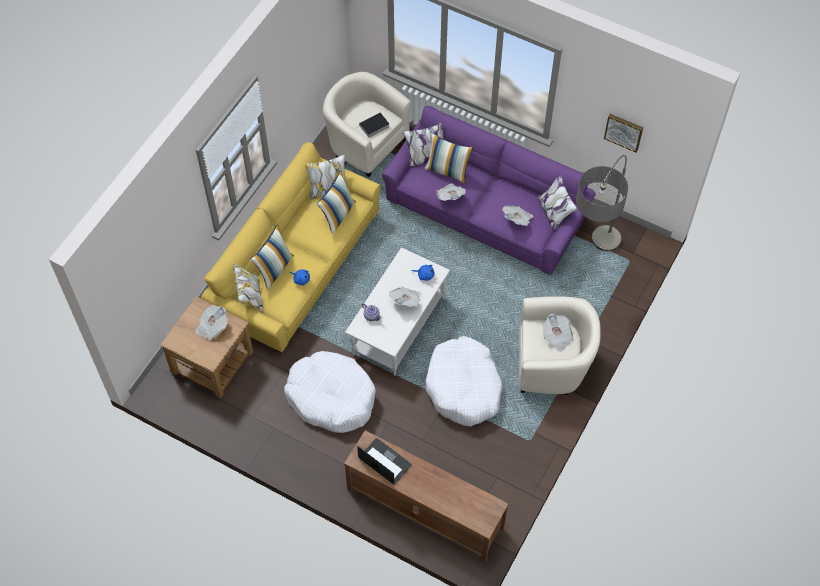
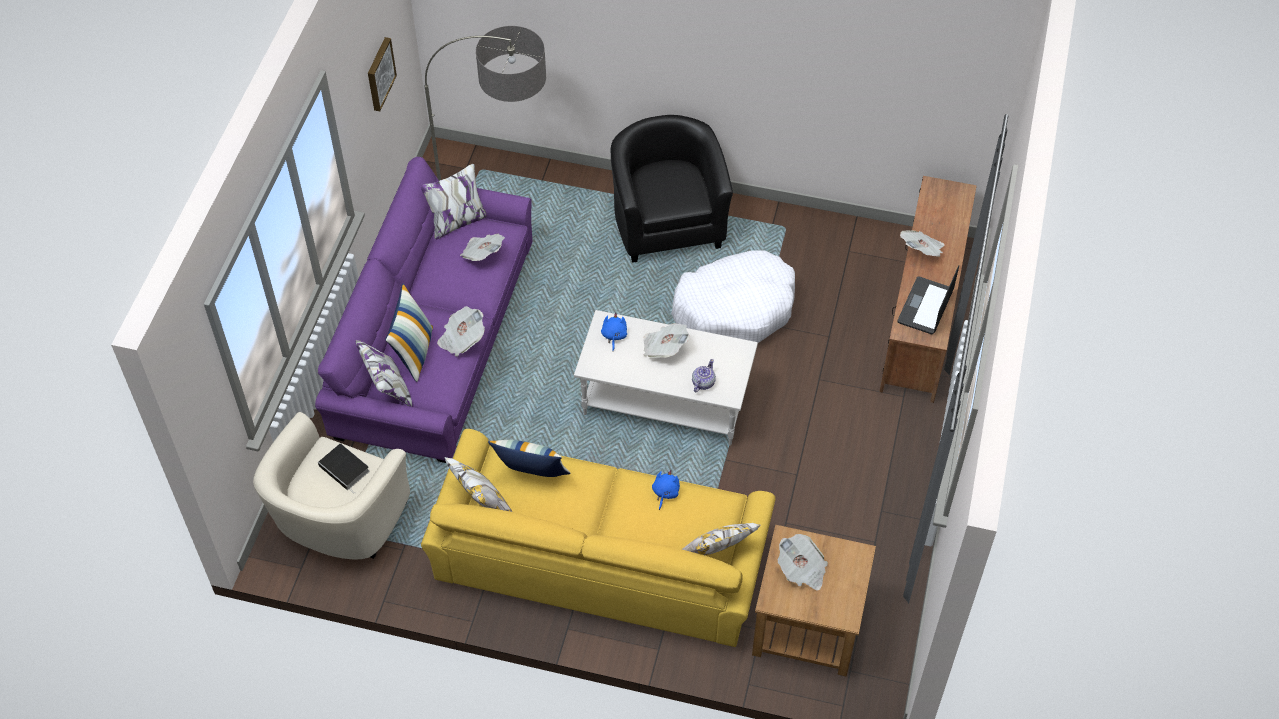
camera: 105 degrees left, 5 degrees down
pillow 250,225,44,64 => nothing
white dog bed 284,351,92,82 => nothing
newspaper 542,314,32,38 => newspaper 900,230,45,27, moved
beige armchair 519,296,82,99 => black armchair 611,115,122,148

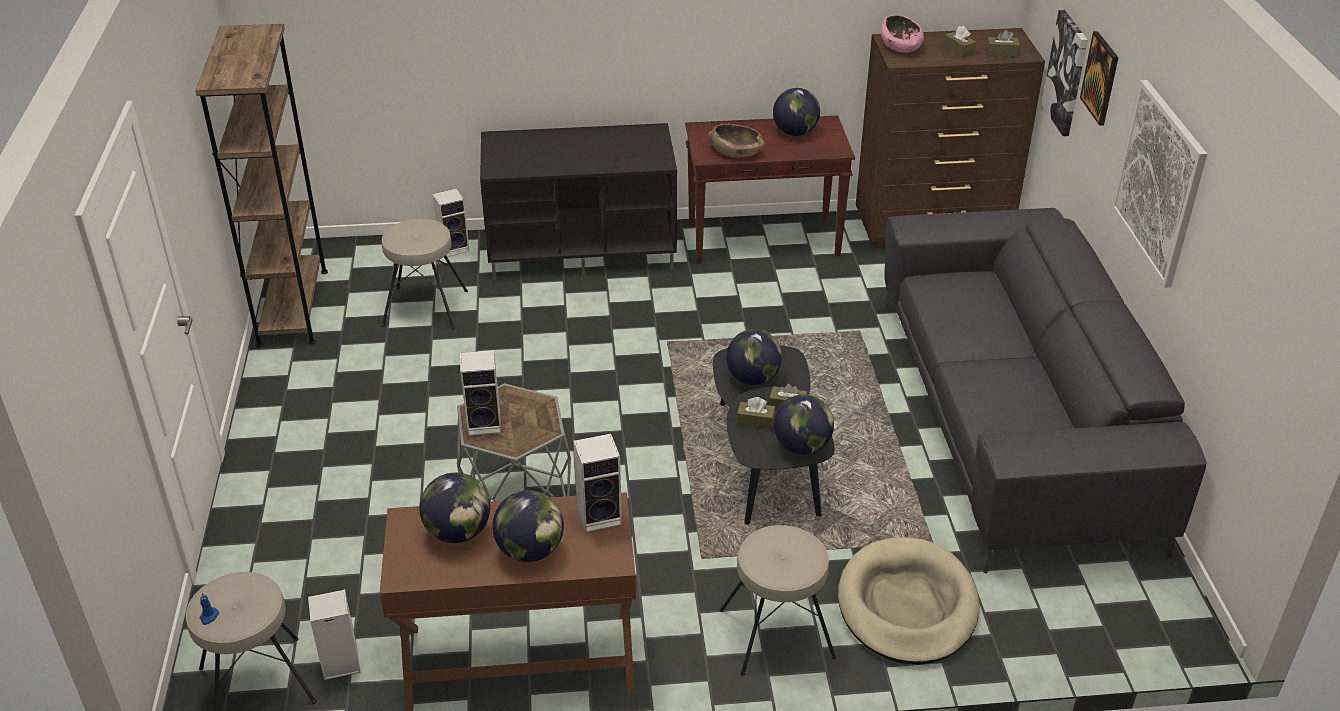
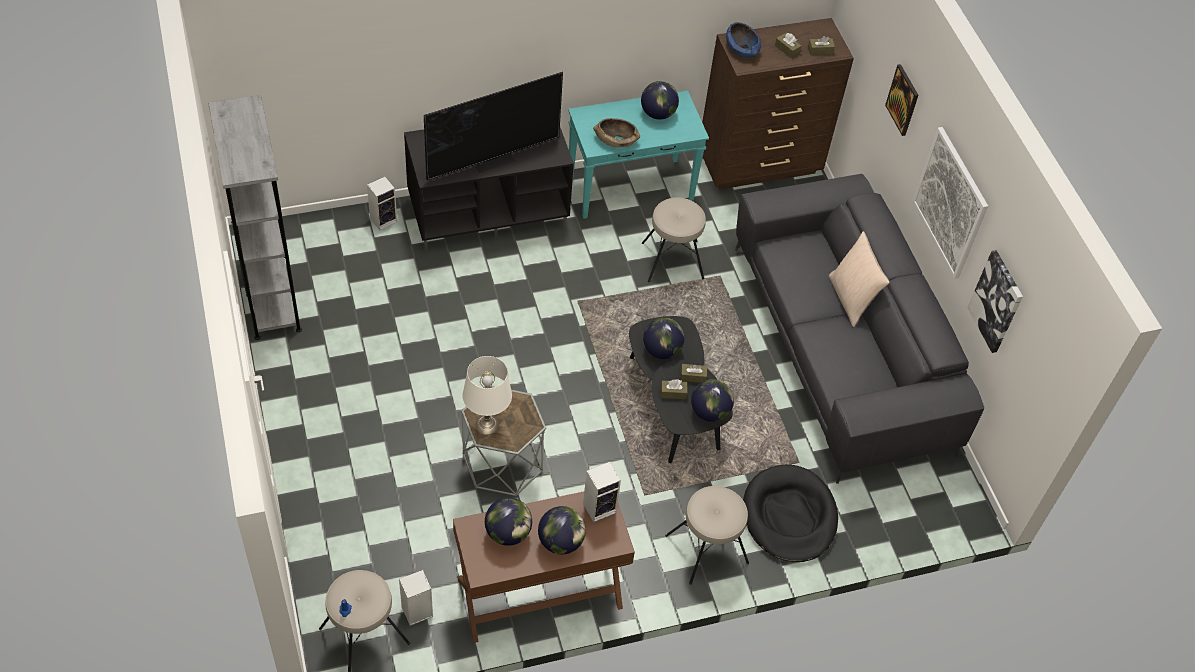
camera: 15 degrees left, 15 degrees up
nothing => television 424,71,139,109
nothing => beige pillow 829,231,61,96
beige stool 382,219,86,111 => beige stool 642,197,64,85, moved
picture 1041,10,47,126 => picture 967,250,56,103, moved
speaker 460,350,41,86 => white table lamp 462,356,50,79
brown bookcase 195,24,133,324 => grey bookcase 208,95,94,245
brown console table 685,115,170,149 => turquoise console table 568,91,141,128
beige dog bed 838,537,141,128 => black dog bed 743,465,95,97
pink bowl 881,15,43,38 => blue bowl 726,22,35,36

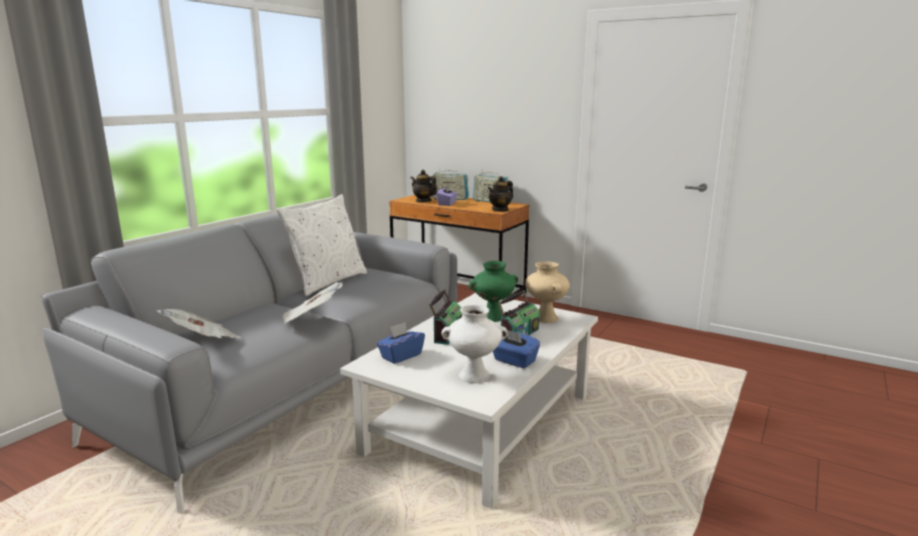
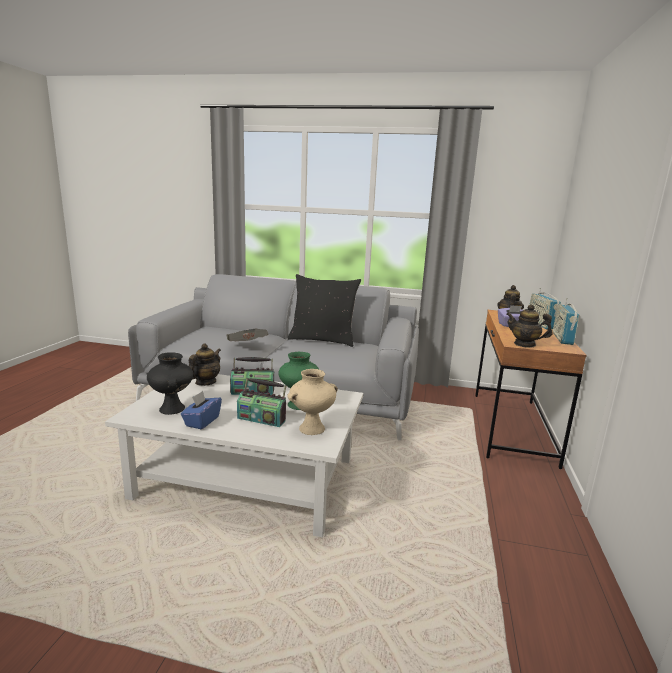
camera: 70 degrees right, 0 degrees up
newspaper 156,309,85,29 => nothing
blue tissue box 377,322,48,42 => teapot 189,343,32,43
white pillow 276,194,91,102 => black pillow 288,274,73,73
white vase 442,305,65,78 => black vase 147,352,46,63

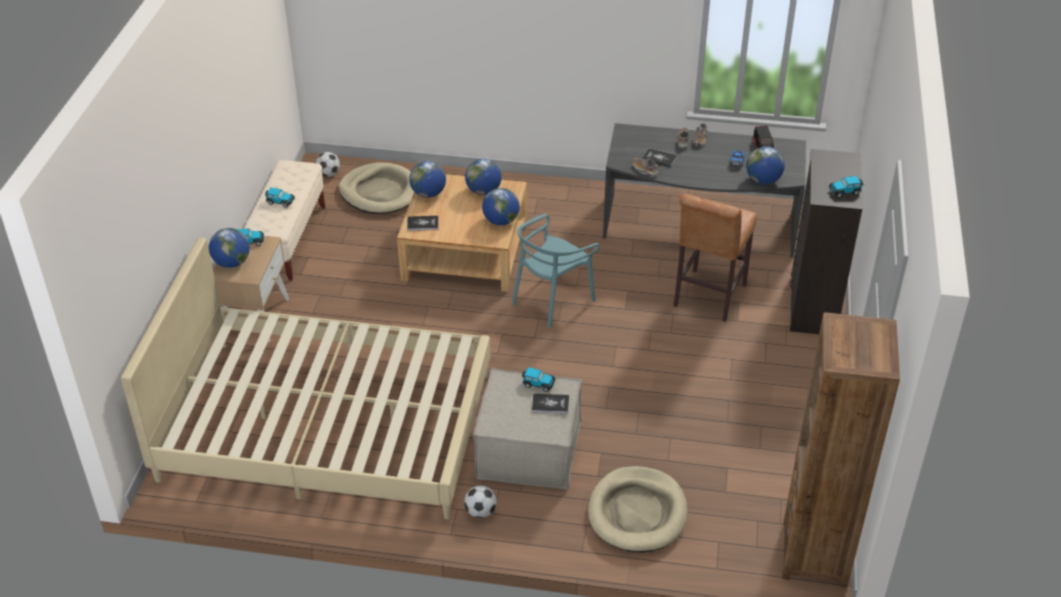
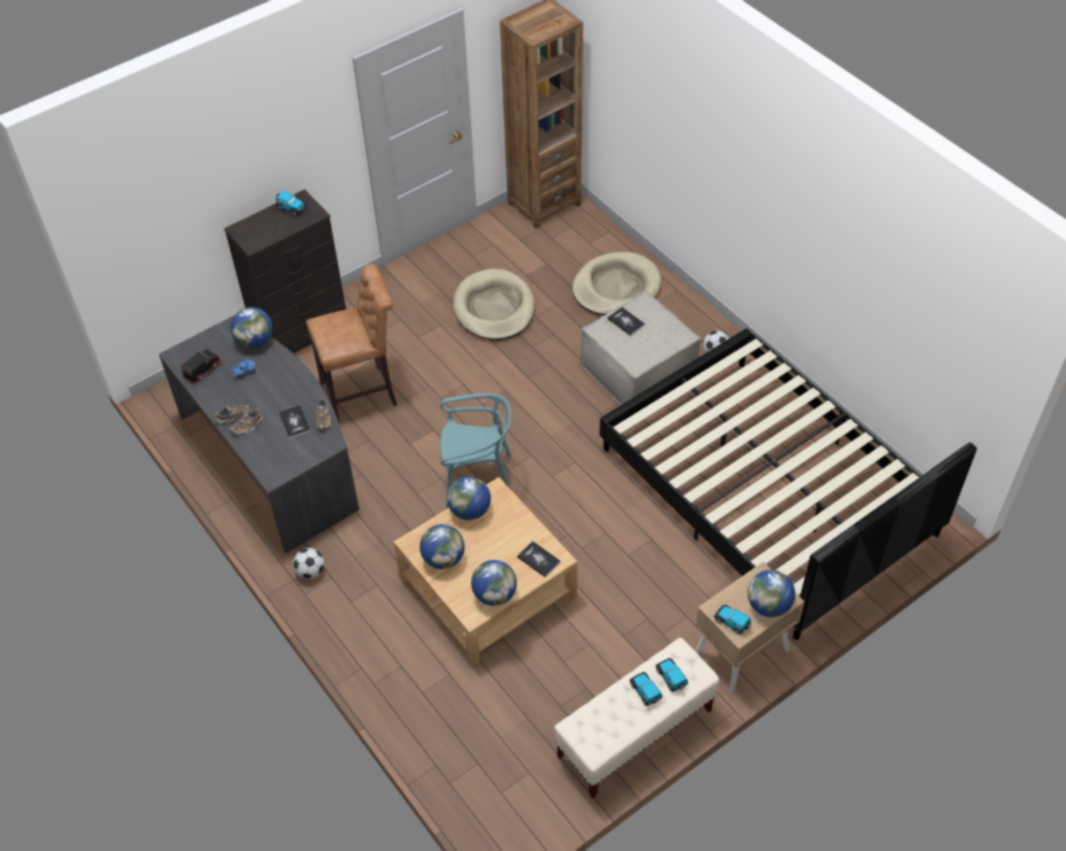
camera: 135 degrees left, 10 degrees up
football 315,152,25,25 => football 293,548,31,31, moved
beige dog bed 338,162,76,52 => beige dog bed 453,269,82,71, moved
toy car 522,367,34,25 => toy car 656,658,32,34, moved
beige bed 121,237,369,282 => black bed 599,328,378,312

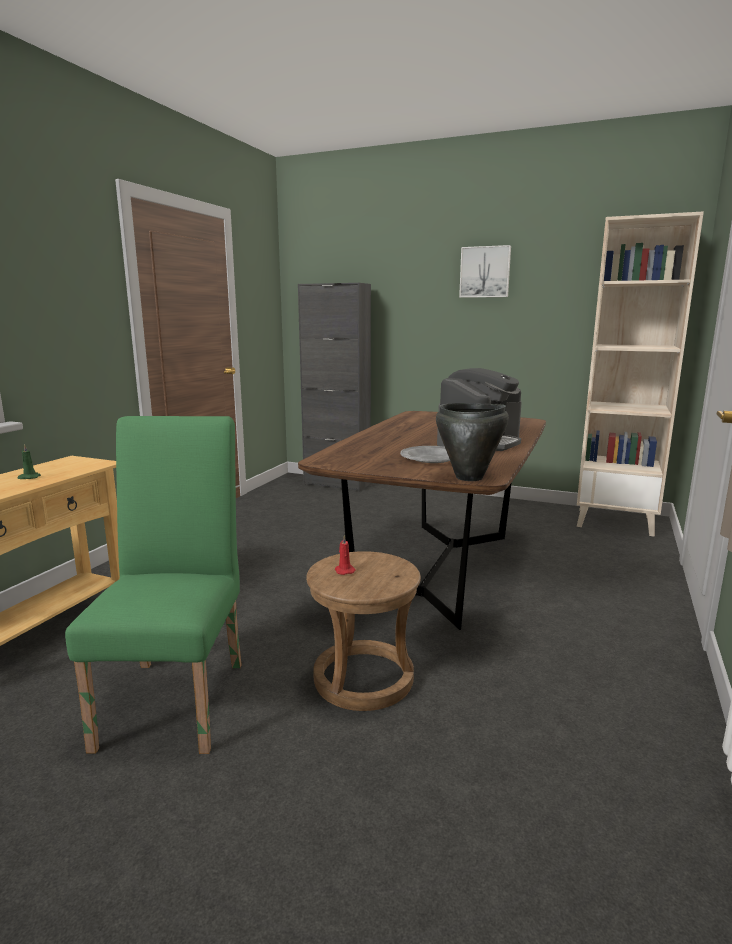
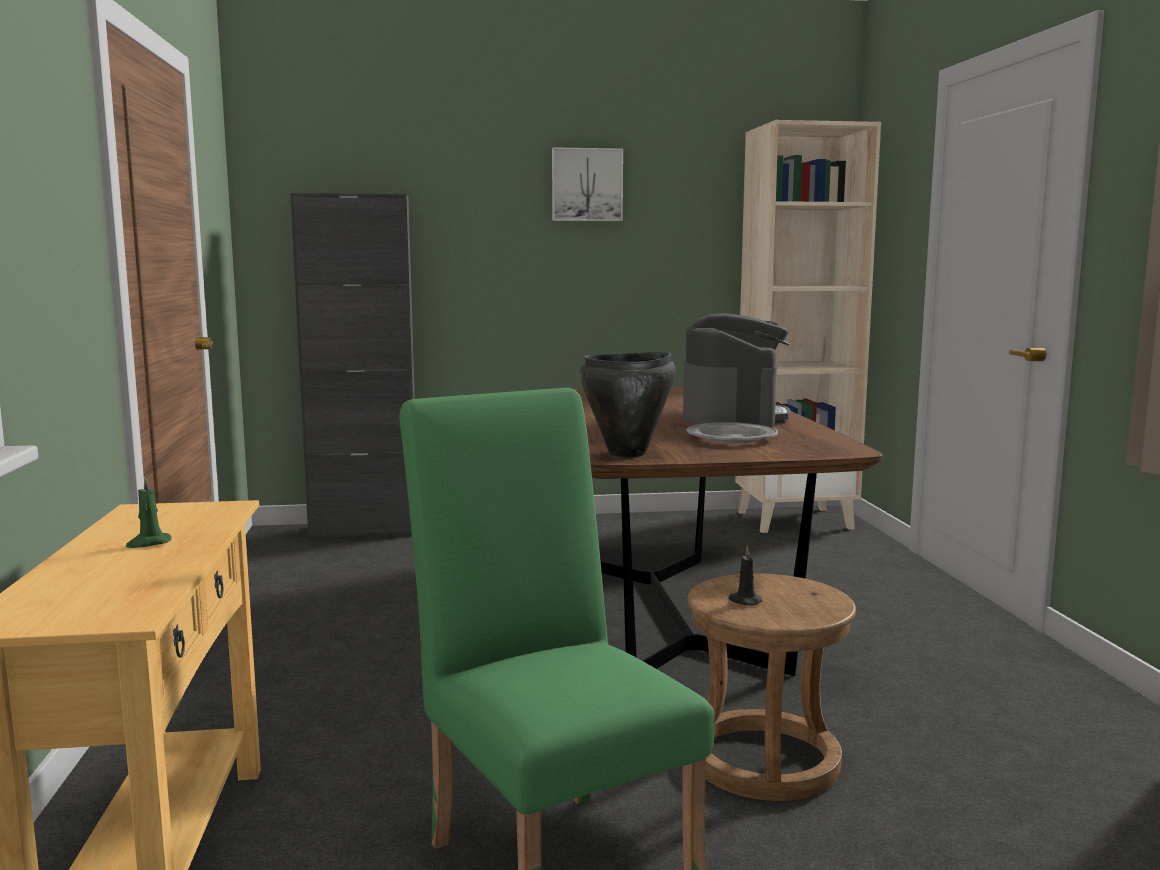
camera: 30 degrees left, 5 degrees down
black cooking pot 436,403,73,78 => black cooking pot 580,351,96,106, moved
red candle 335,535,21,40 => black candle 729,546,33,60

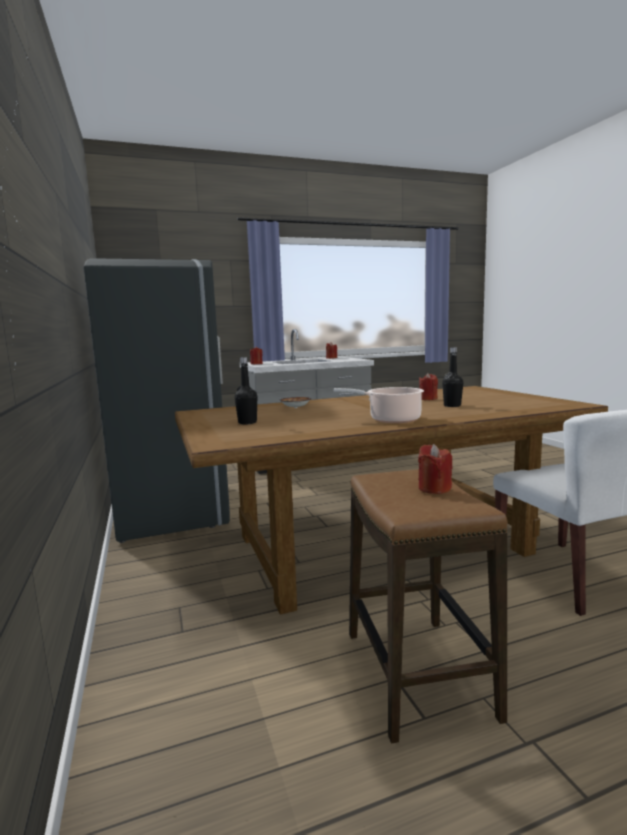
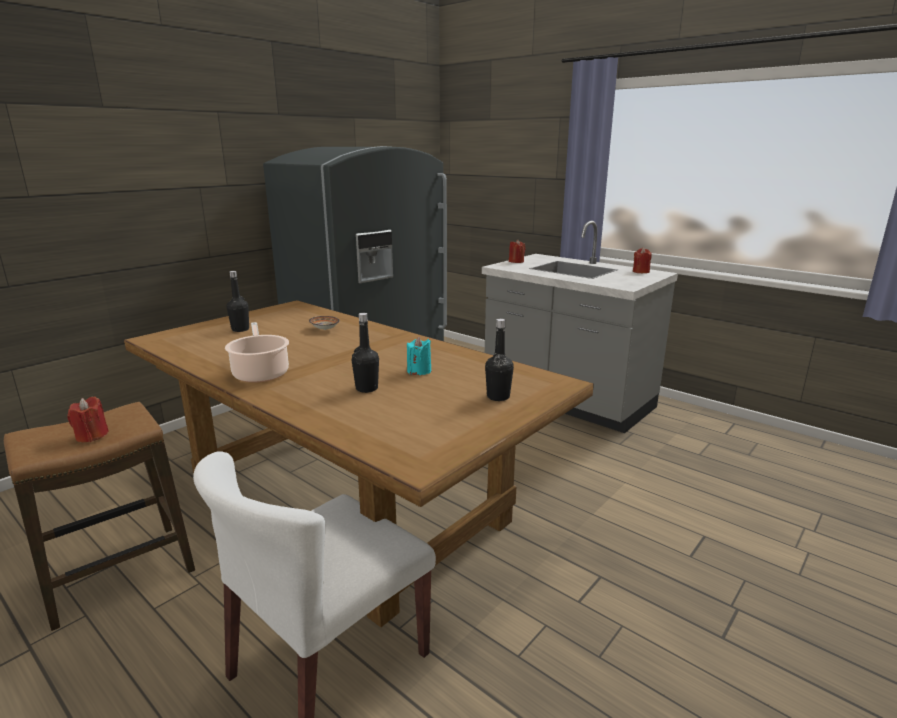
camera: 60 degrees right, 10 degrees up
nothing => black bottle 485,319,29,82
red candle 419,373,19,27 => turquoise candle 407,337,24,38

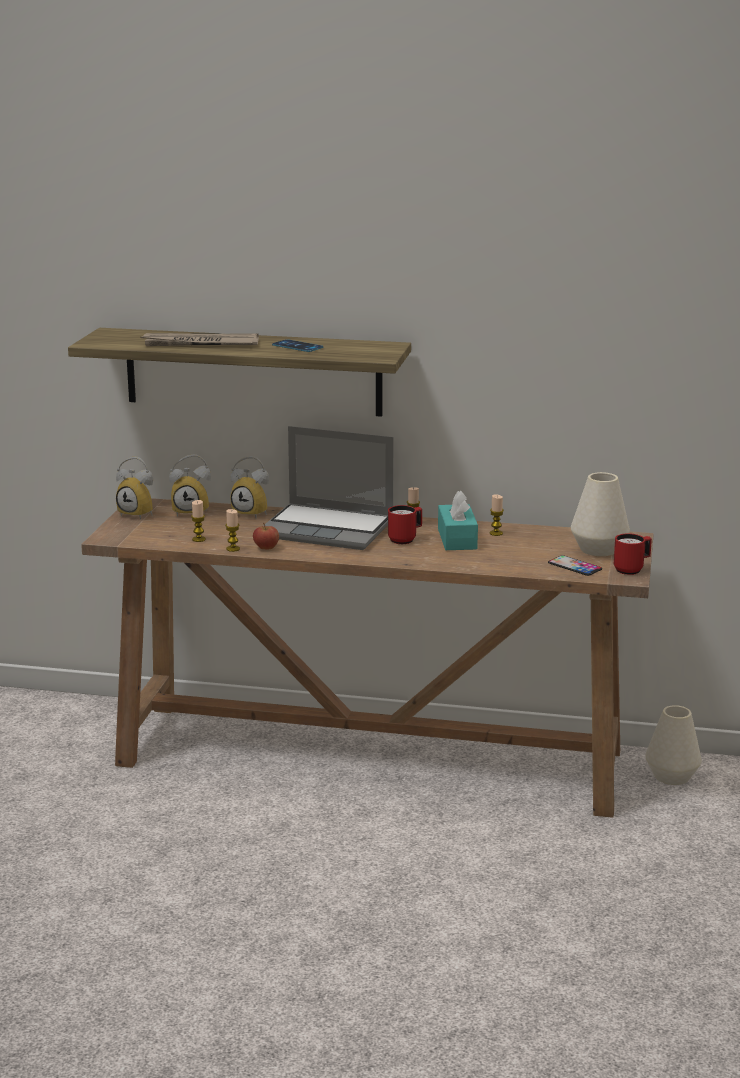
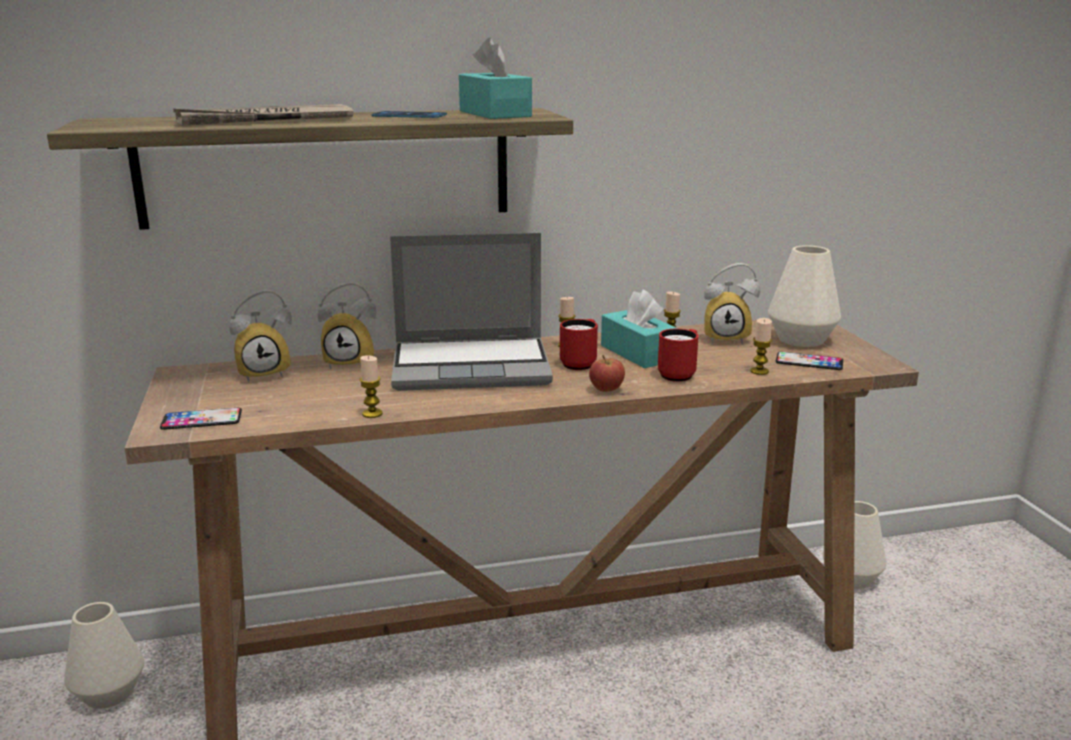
camera: 25 degrees left, 0 degrees up
nothing => white vase 64,602,80,107
nothing => phone 160,408,82,22
nothing => turquoise tissue box 459,37,73,82
alarm clock 116,457,37,63 => alarm clock 704,263,56,81, moved
candle 191,500,15,42 => candle 750,318,22,57, moved
apple 253,523,26,27 => apple 589,355,36,37, moved
red mug 614,533,38,42 => red mug 658,329,41,53, moved

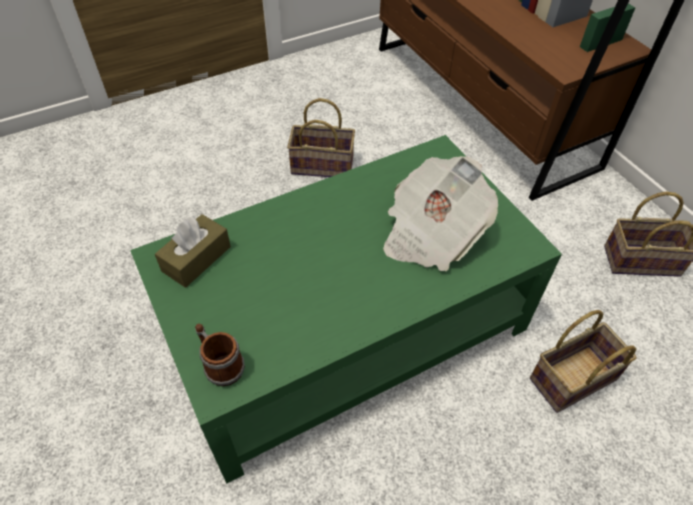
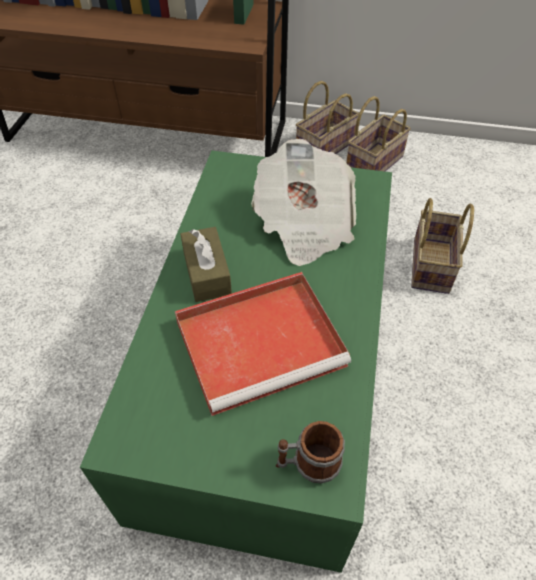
camera: 50 degrees left, 0 degrees up
nothing => red tray 175,272,176,144
brown tissue box 155,214,76,74 => brown tissue box 181,227,51,75, moved
basket 287,98,68,79 => basket 296,81,63,73, moved

